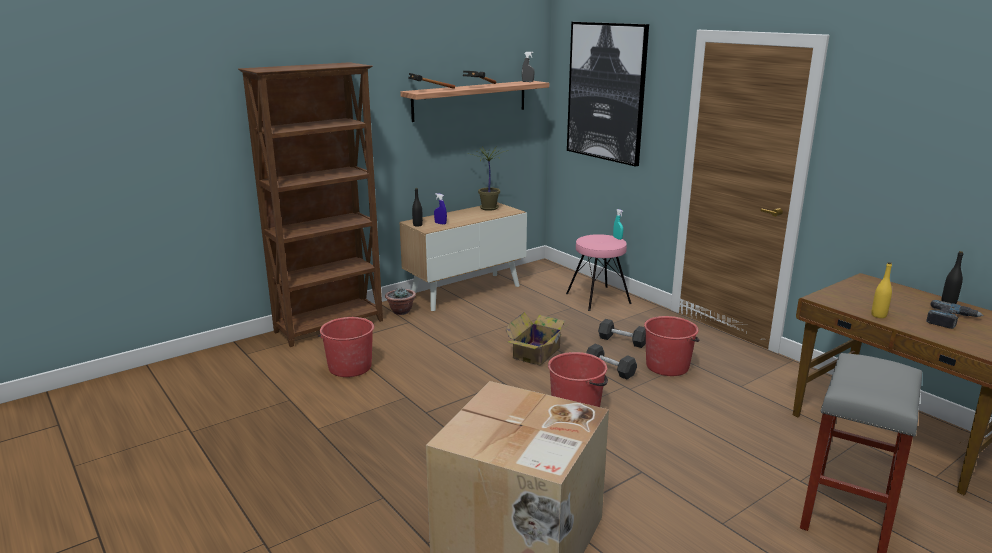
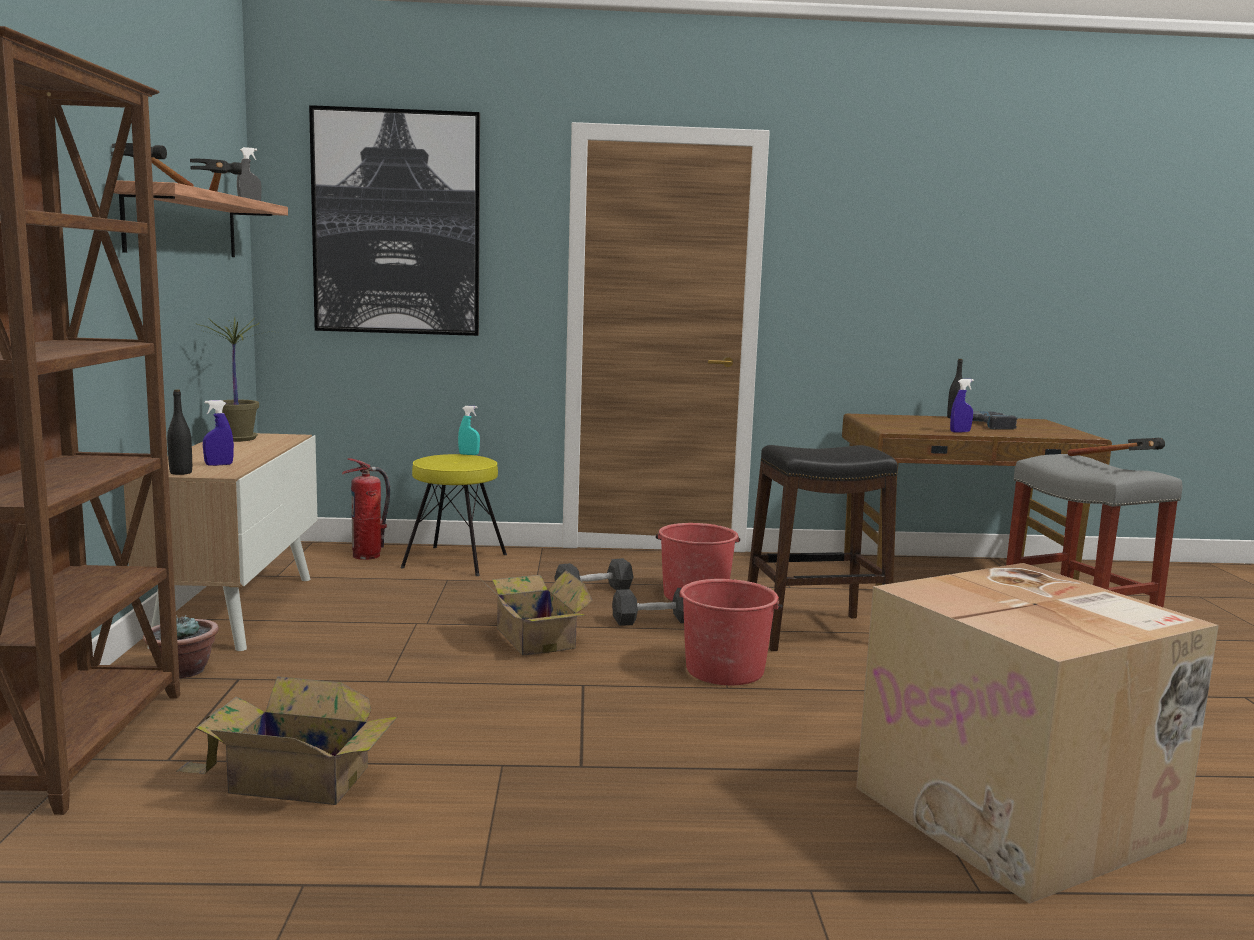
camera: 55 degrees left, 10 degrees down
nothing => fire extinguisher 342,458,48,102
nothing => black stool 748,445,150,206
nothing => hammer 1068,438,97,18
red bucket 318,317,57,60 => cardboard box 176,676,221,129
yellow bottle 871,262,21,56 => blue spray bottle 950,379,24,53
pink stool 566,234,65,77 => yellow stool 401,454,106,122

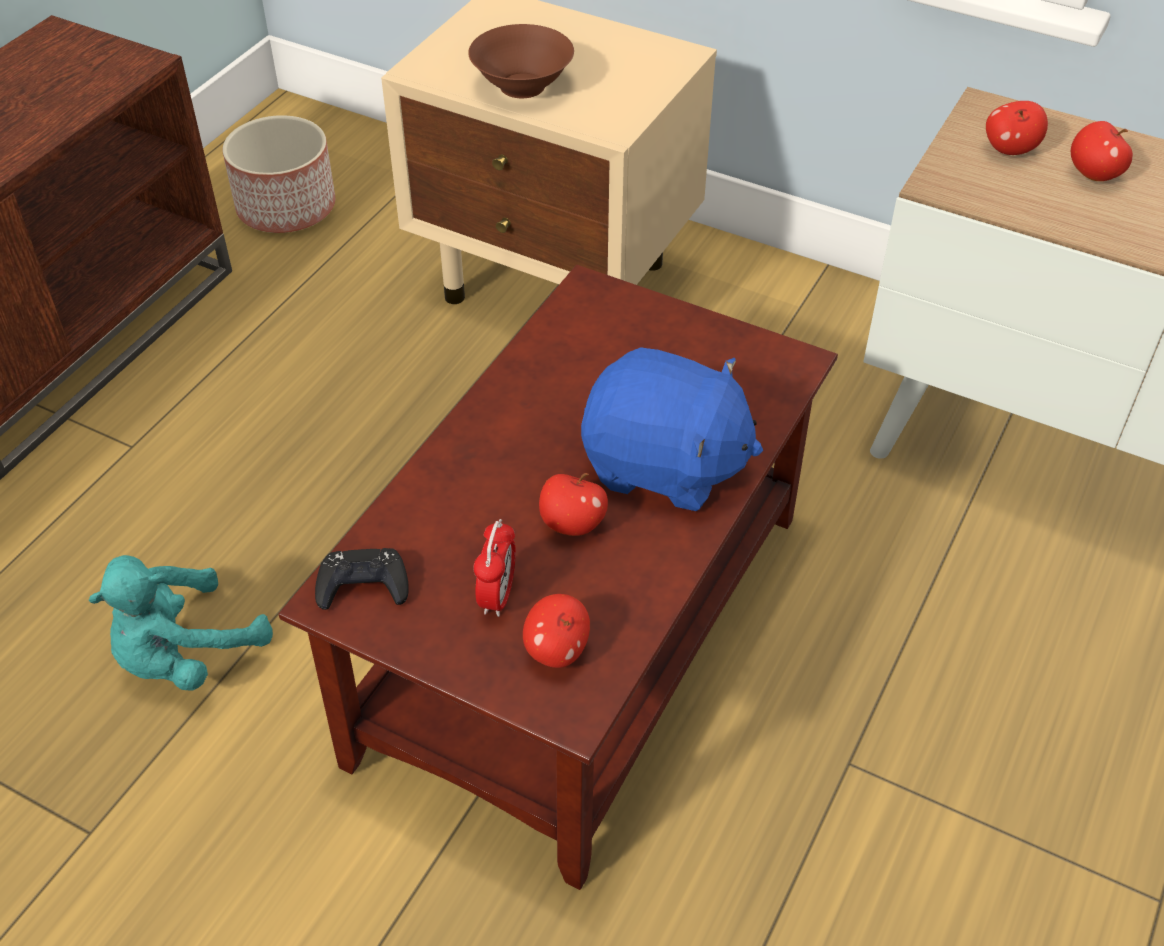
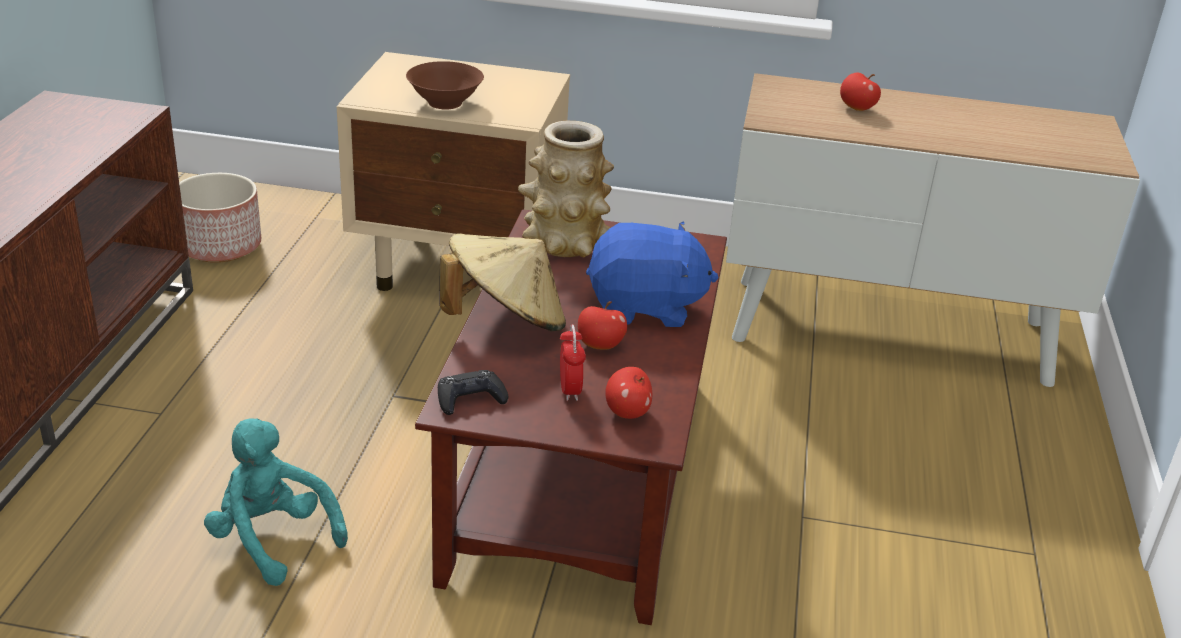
camera: 20 degrees left, 15 degrees down
apple 986,101,62,54 => nothing
nothing => beige hat 439,233,127,98
nothing => vase 518,121,96,136
turquoise plush toy 89,555,184,136 => turquoise plush toy 204,418,144,168, 105 degrees clockwise

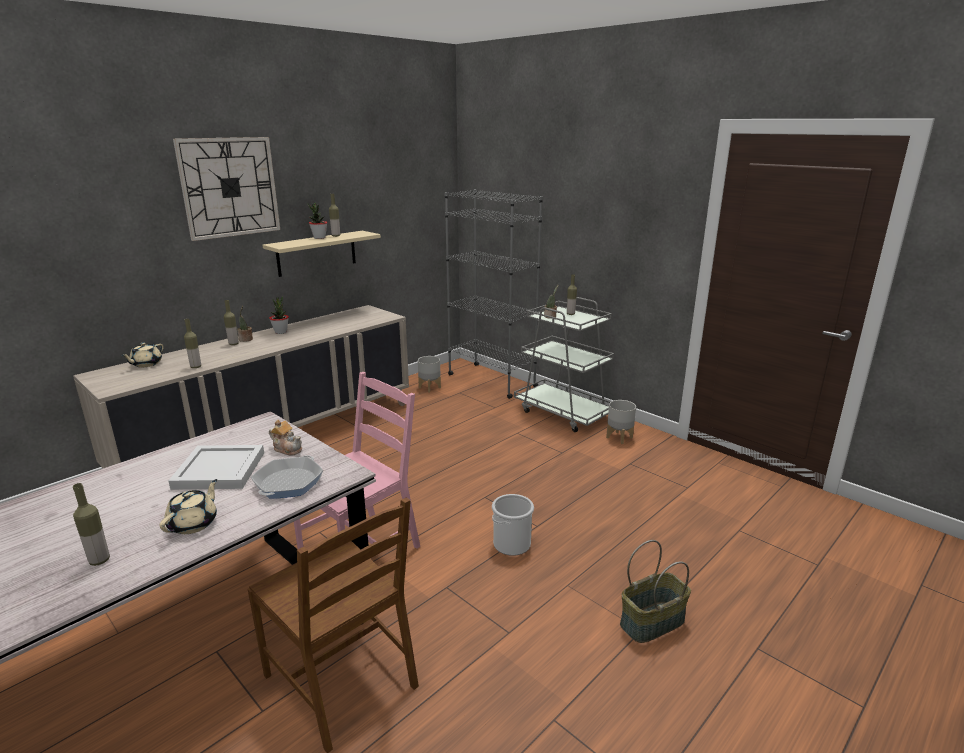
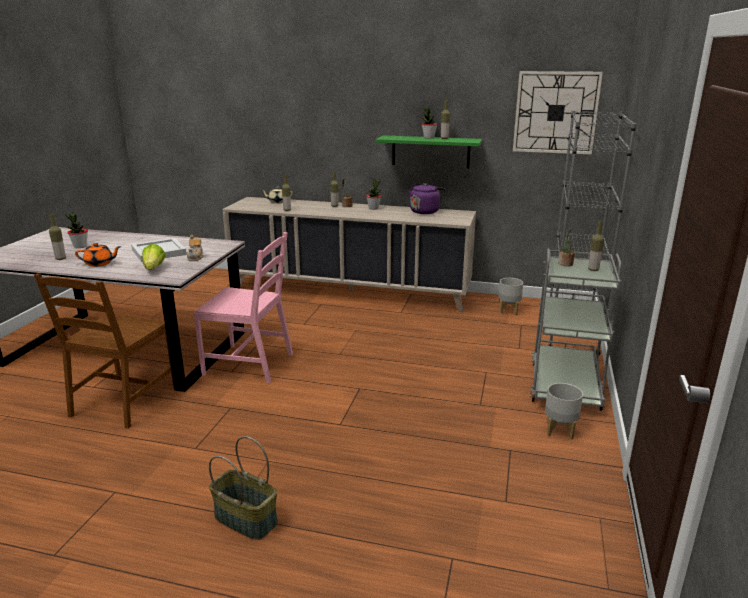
camera: 60 degrees right, 0 degrees up
bucket 492,494,42,62 => nothing
nothing => potted plant 64,212,24,36
nothing => purple kettle 409,183,37,31
wall clock 173,137,107,104 => wall clock 513,71,90,83, moved
frying pan 251,455,72,44 => lettuce 142,244,24,26
beige teapot 160,479,57,55 => orange teapot 75,243,46,24
beige shelf 263,231,118,46 => green shelf 376,135,106,33

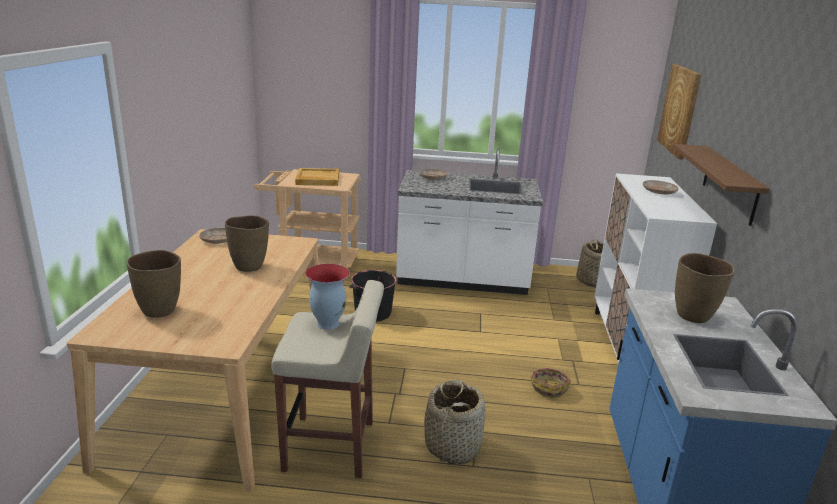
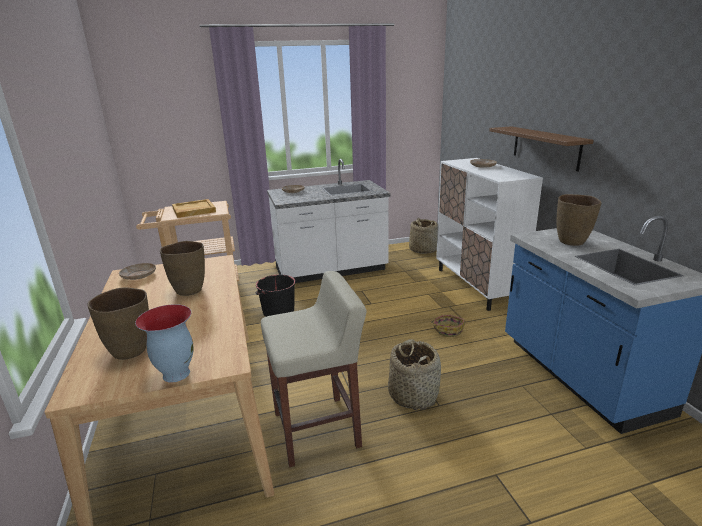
camera: 20 degrees left, 0 degrees up
picture 657,64,45,95 => nothing
vase 305,264,45,66 => vase 135,304,59,78, moved

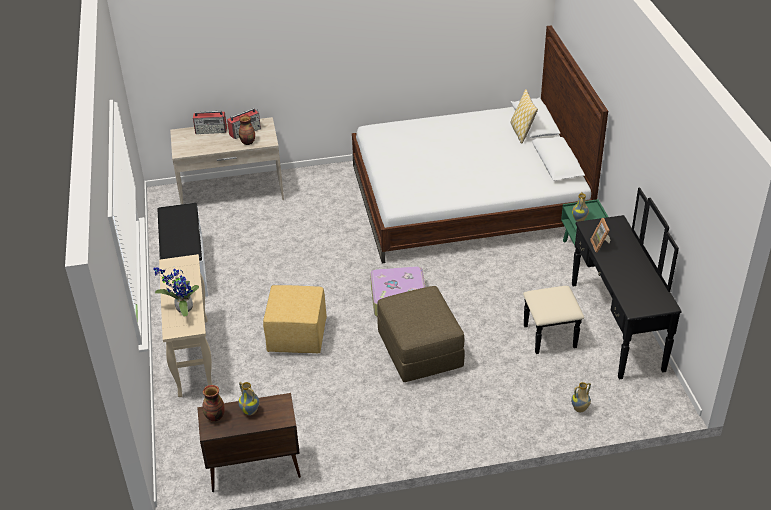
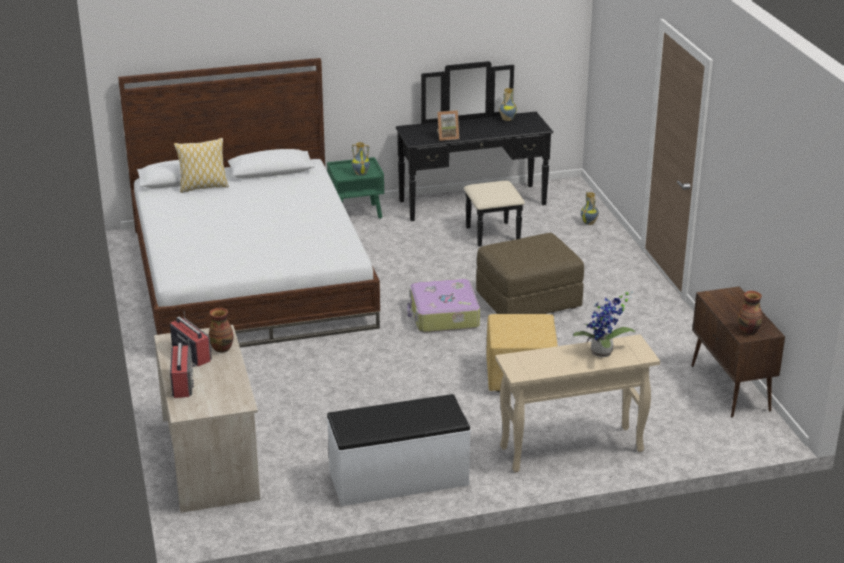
camera: 95 degrees left, 10 degrees down
vase 238,382,21,33 => vase 499,88,18,33, moved

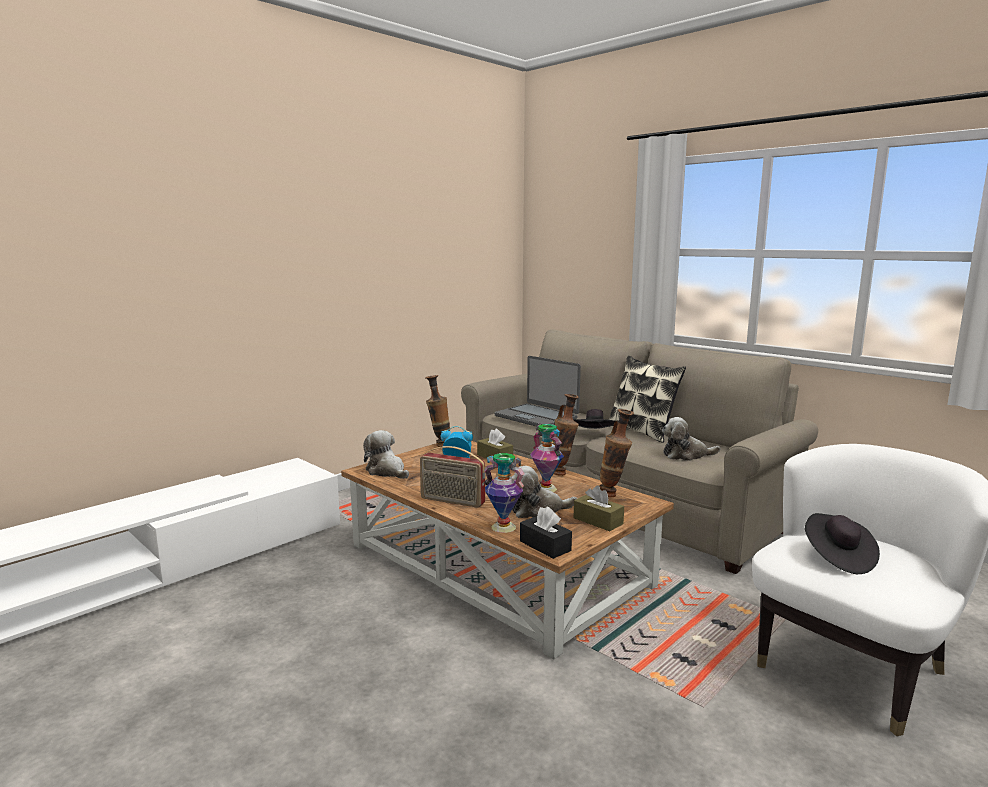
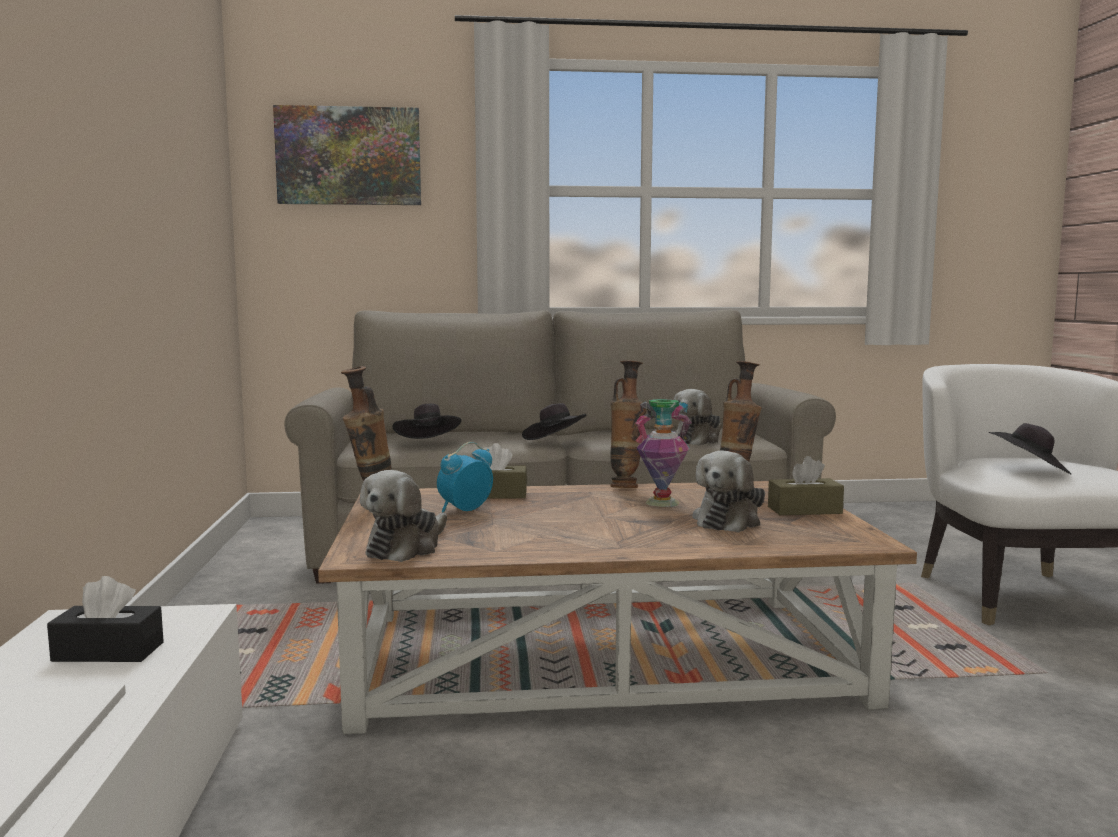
camera: 50 degrees left, 5 degrees down
radio 420,446,65,62 => nothing
vase 484,453,40,80 => nothing
pillow 609,356,77,87 => nothing
nothing => picture 273,105,148,100
black tissue box 520,507,52,52 => black tissue box 47,576,117,86, moved
laptop 495,356,86,70 => black hat 392,404,70,35
plush toy 363,430,46,49 => plush toy 360,470,87,92, 60 degrees counterclockwise

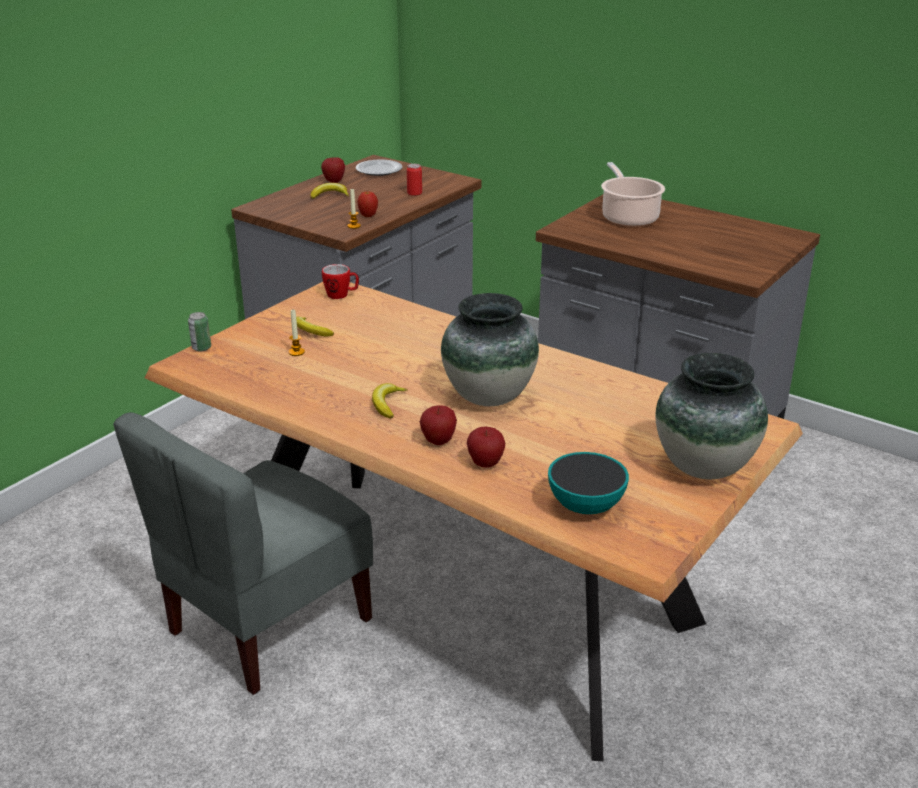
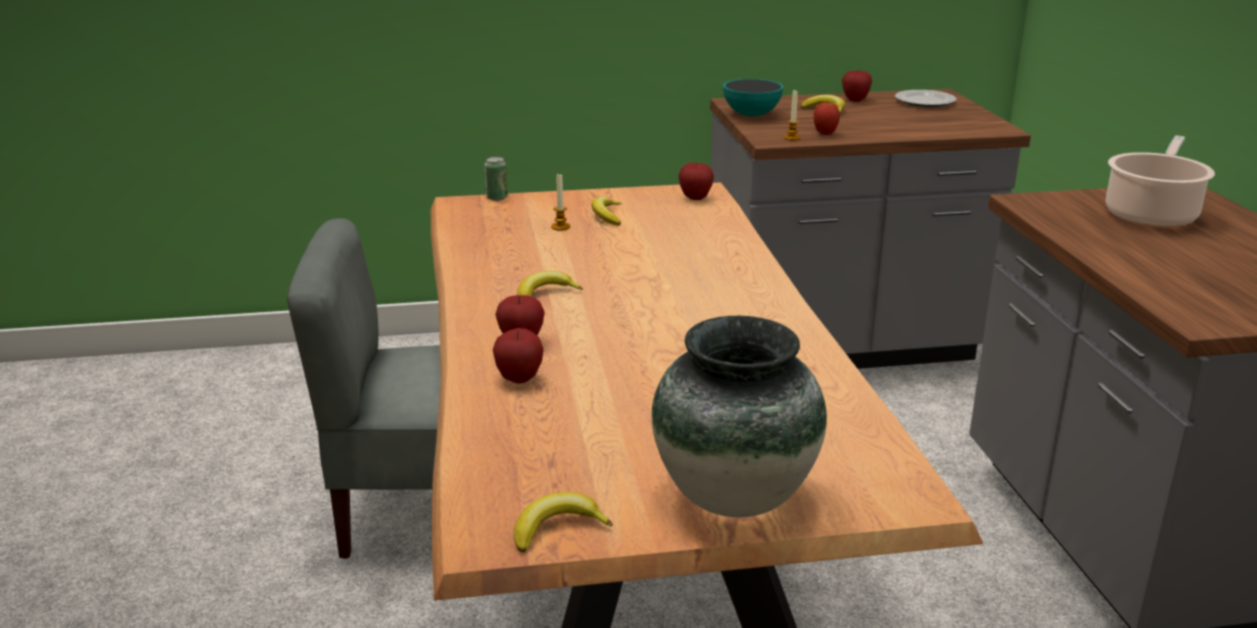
camera: 45 degrees right, 5 degrees down
can 407,164,15,32 => nothing
vase 441,293,98,113 => nothing
nothing => banana 514,492,99,60
bowl 548,452,81,62 => bowl 723,79,60,38, moved
mug 322,264,37,35 => apple 678,162,36,38

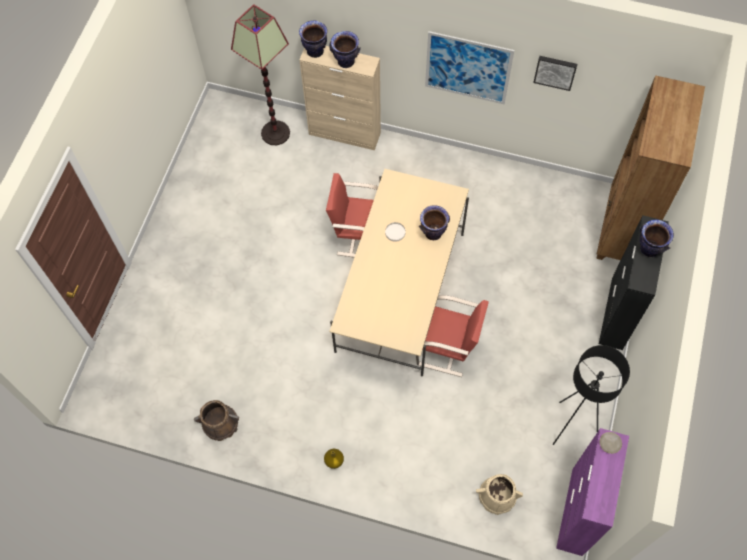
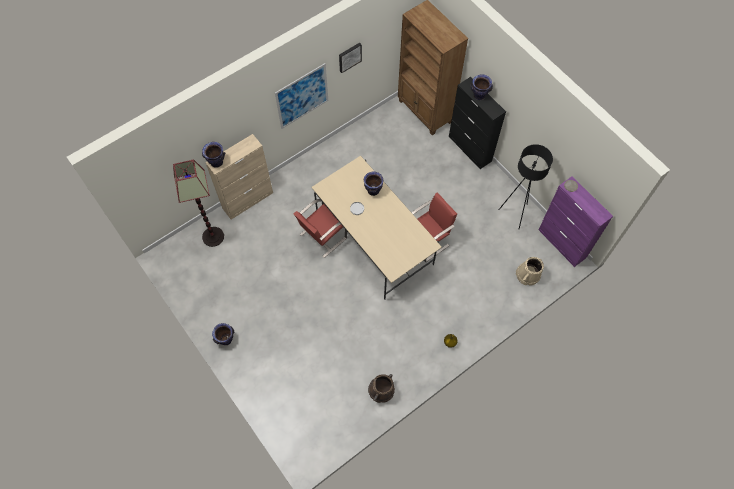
camera: 55 degrees left, 0 degrees up
vase 329,31,32,37 => vase 212,323,22,22, moved

